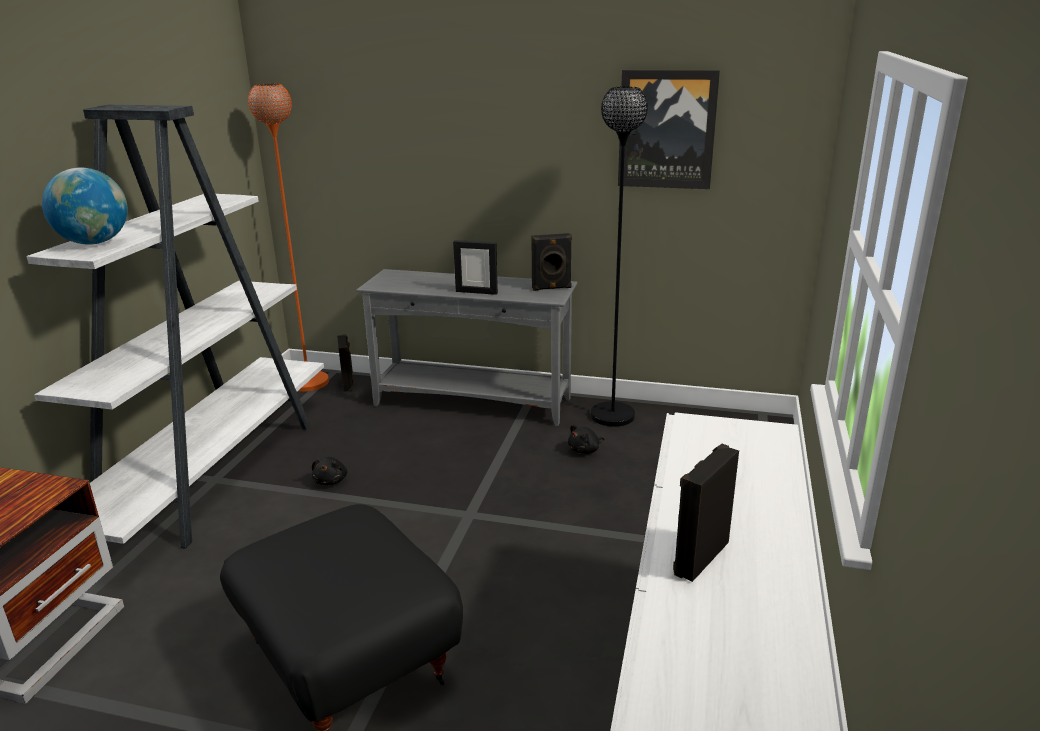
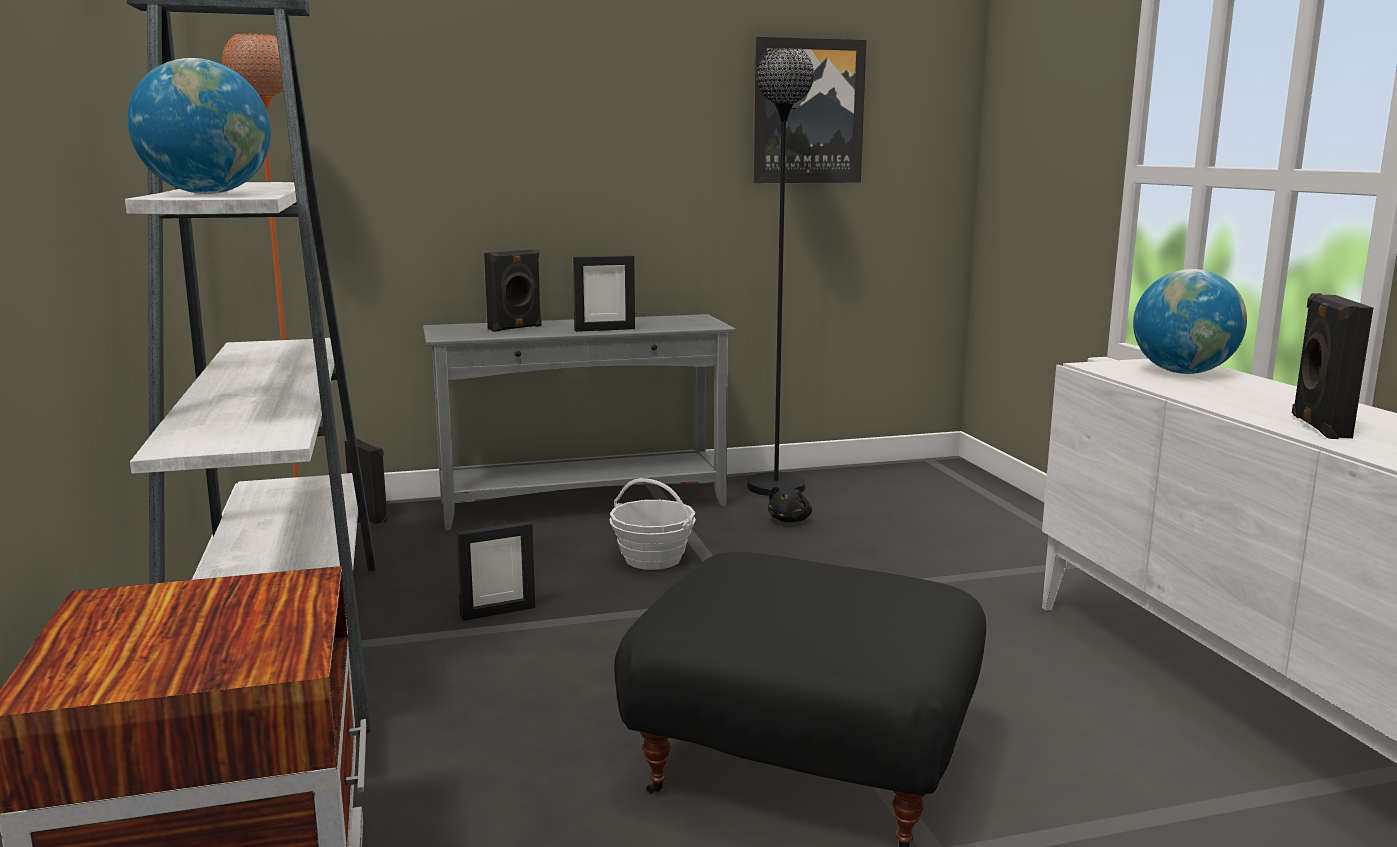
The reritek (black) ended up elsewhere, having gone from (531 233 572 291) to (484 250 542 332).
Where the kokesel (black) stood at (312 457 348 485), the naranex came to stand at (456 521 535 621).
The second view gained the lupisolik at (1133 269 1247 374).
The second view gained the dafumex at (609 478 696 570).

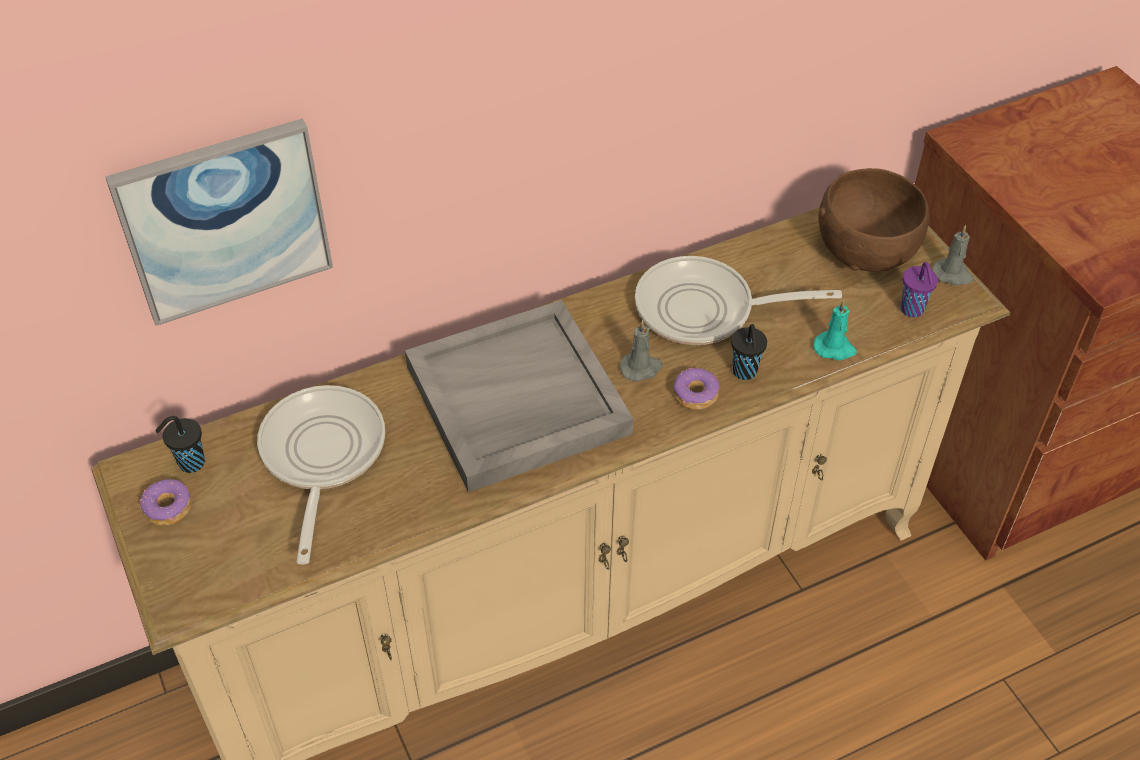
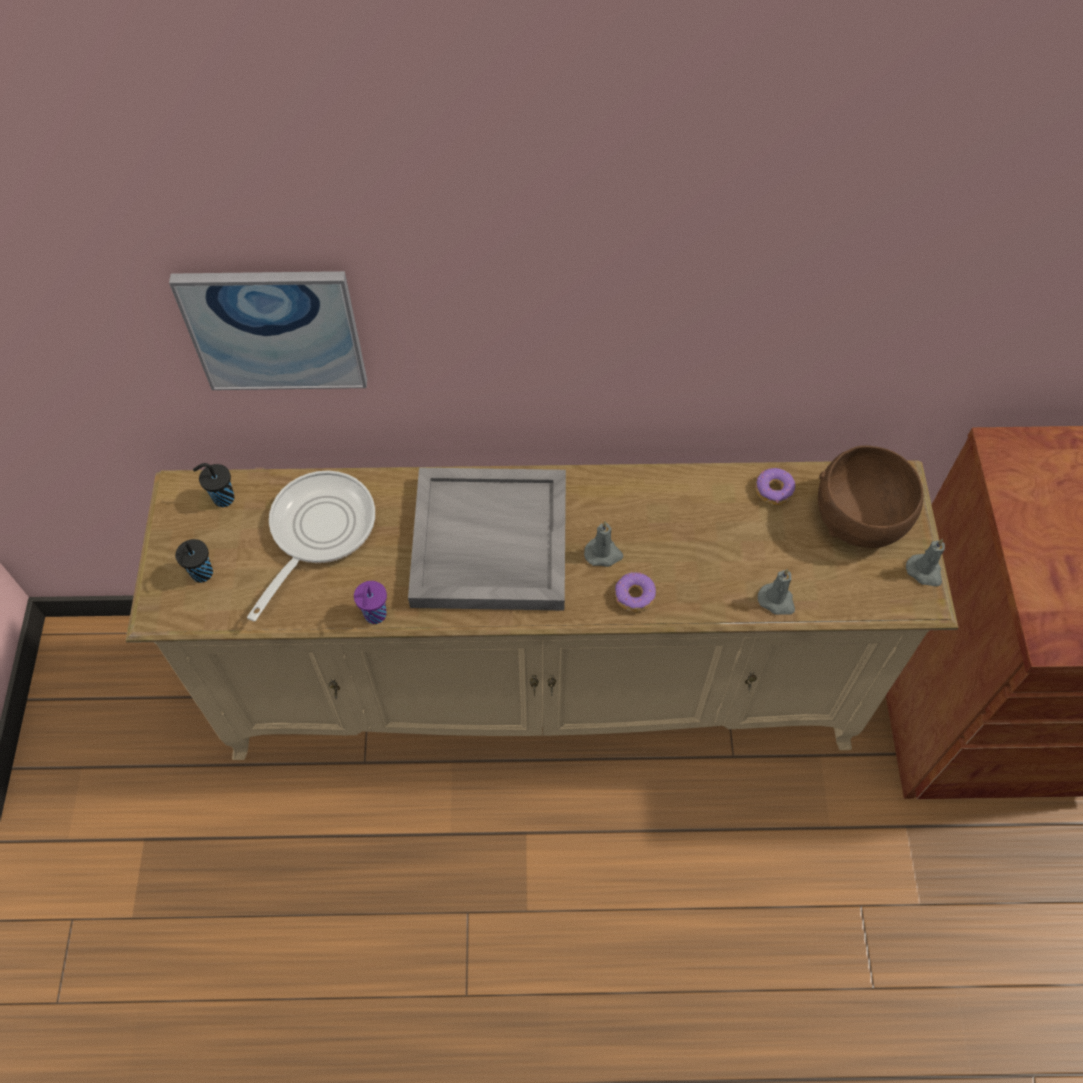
The second view lost the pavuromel at (635 256 842 345).
The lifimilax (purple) ended up elsewhere, having gone from (900 262 938 317) to (354 581 387 624).
What was the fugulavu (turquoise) at (813 300 857 360) turned into the fugulavu (grey) at (758 569 795 615).
The lifimilax (black) ended up elsewhere, having gone from (731 324 767 380) to (175 539 213 583).
The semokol ended up elsewhere, having gone from (140 479 192 525) to (756 468 795 505).

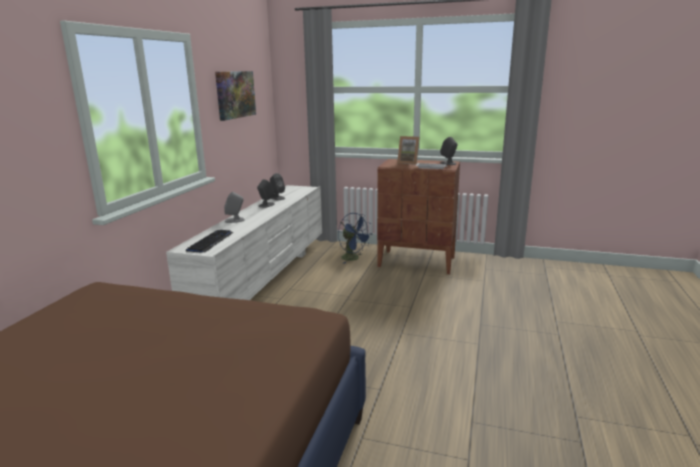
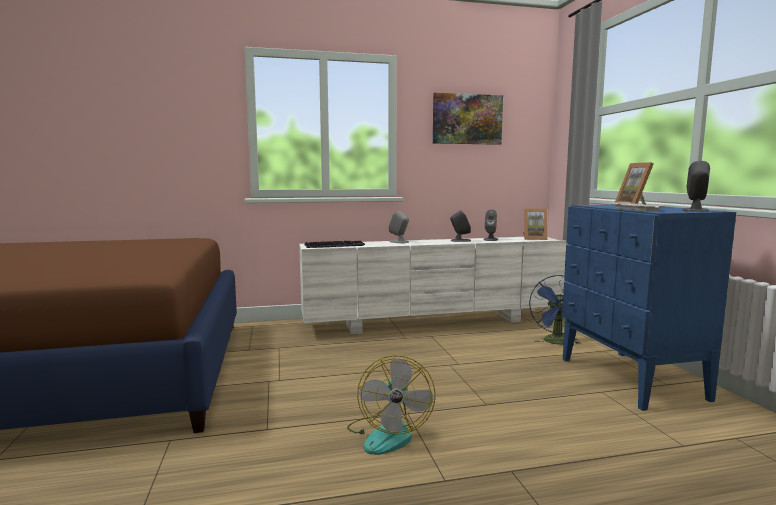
What was the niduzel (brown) at (377 159 460 275) turned into the niduzel (blue) at (562 205 736 411).
The second view gained the naranex at (523 209 548 240).
The second view gained the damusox at (347 355 435 455).

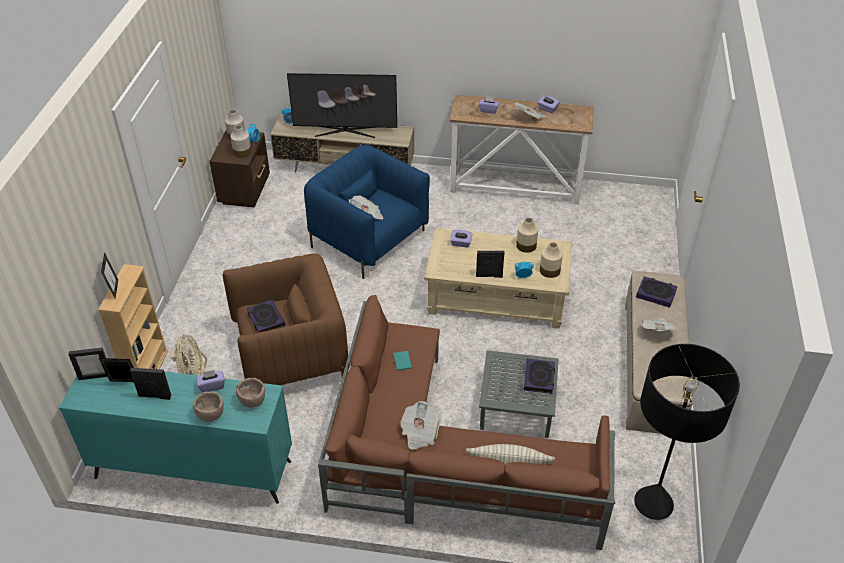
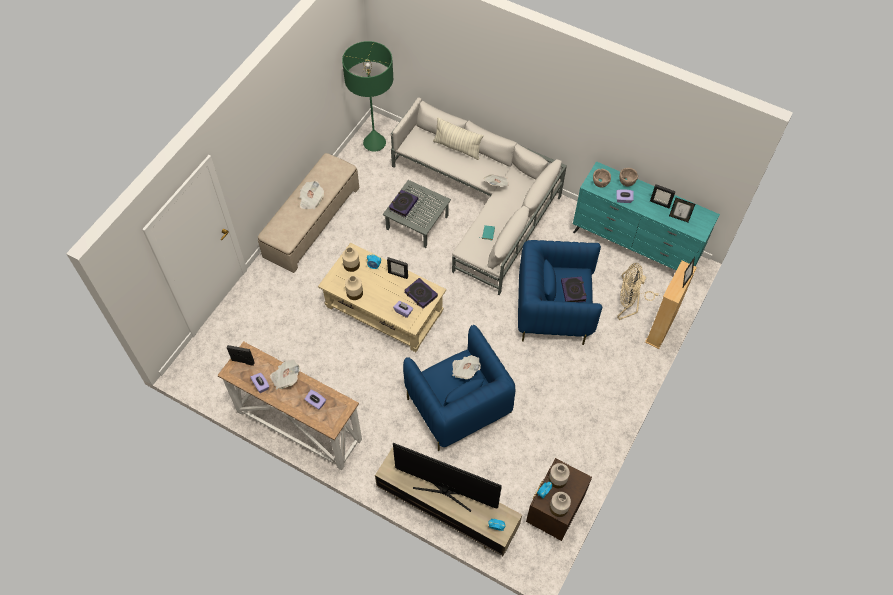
What was the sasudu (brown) at (223 253 348 385) turned into the sasudu (blue) at (518 240 603 345).
The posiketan ended up elsewhere, having gone from (636 276 678 308) to (404 278 438 309).
What was the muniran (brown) at (318 295 615 550) turned into the muniran (white) at (383 97 567 295).
What was the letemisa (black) at (634 344 740 520) turned into the letemisa (green) at (342 41 393 152).
The naranex ended up elsewhere, having gone from (68 348 108 380) to (227 345 255 366).

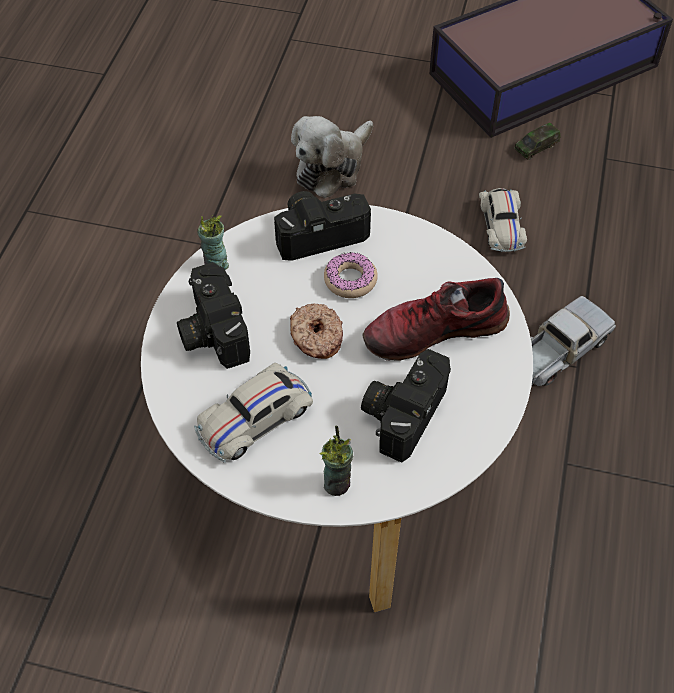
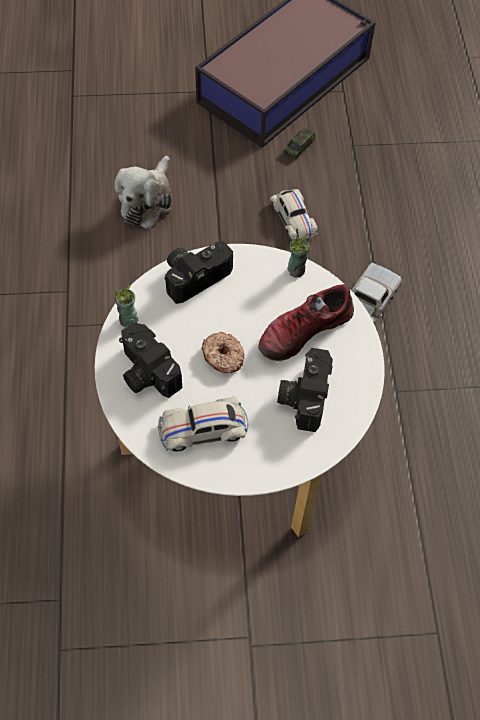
The second view lost the semokol at (324 252 378 298).
The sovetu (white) at (194 363 313 463) ended up facing another way, 45 degrees clockwise from before.
The lifimilax ended up elsewhere, having gone from (320 425 353 496) to (287 229 310 278).

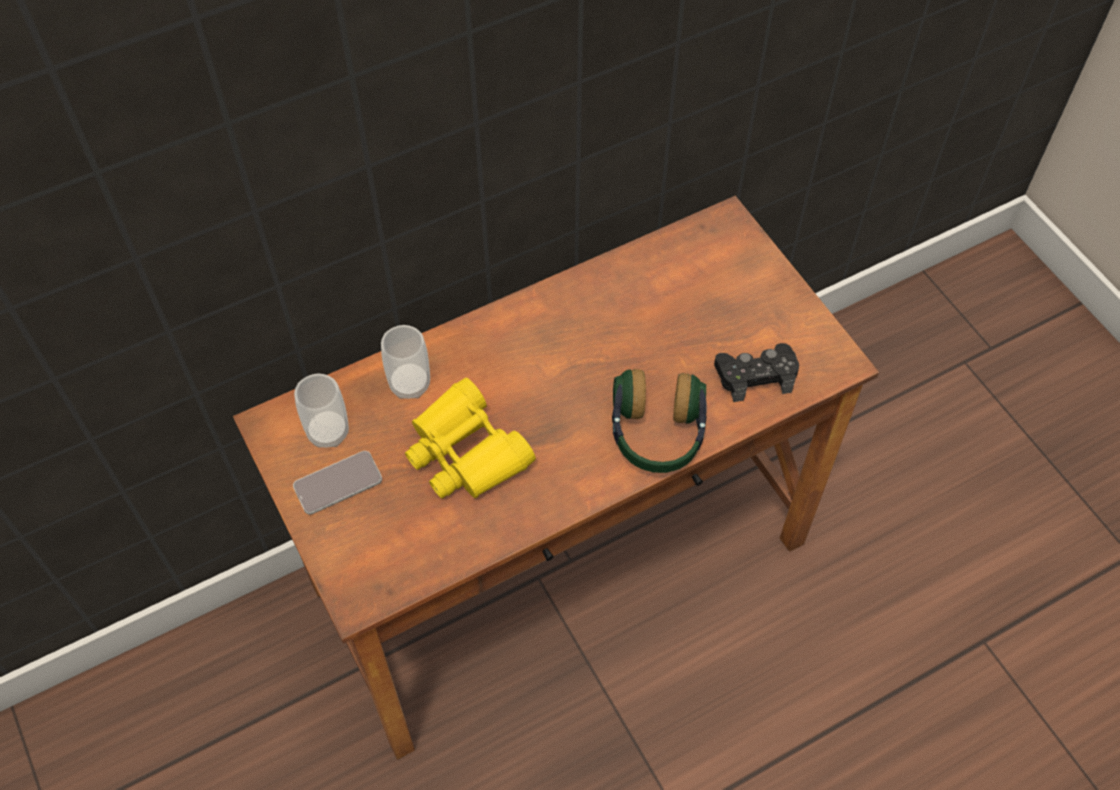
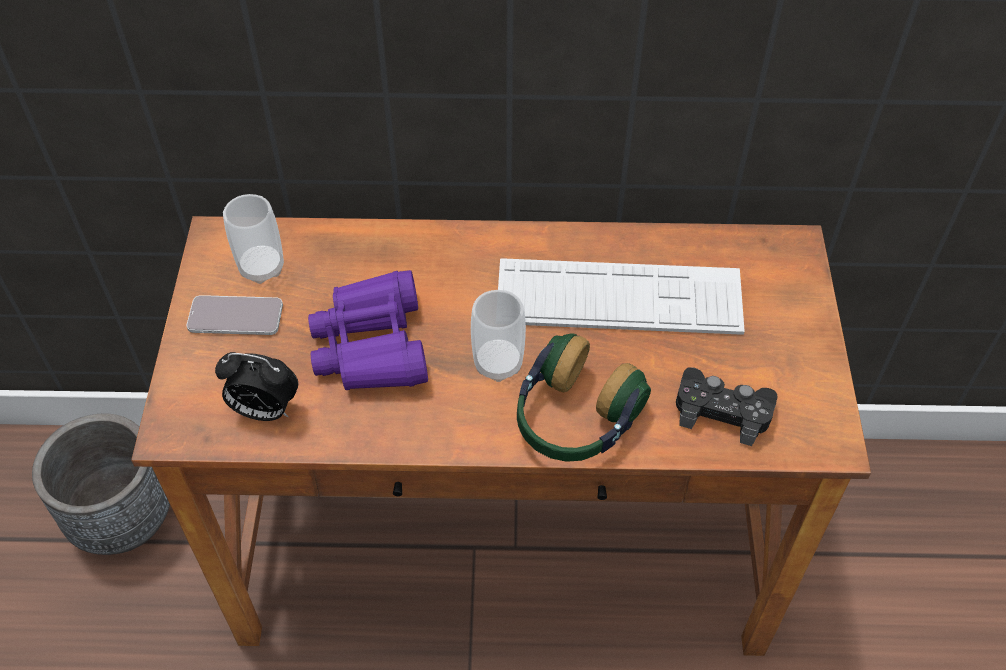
The lifimilax ended up elsewhere, having gone from (381 325 430 399) to (471 290 526 382).
What was the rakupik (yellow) at (405 378 536 499) turned into the rakupik (purple) at (308 270 428 390).
The second view gained the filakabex at (498 258 745 335).
The second view gained the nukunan at (215 352 298 421).
The second view gained the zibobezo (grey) at (32 414 170 555).

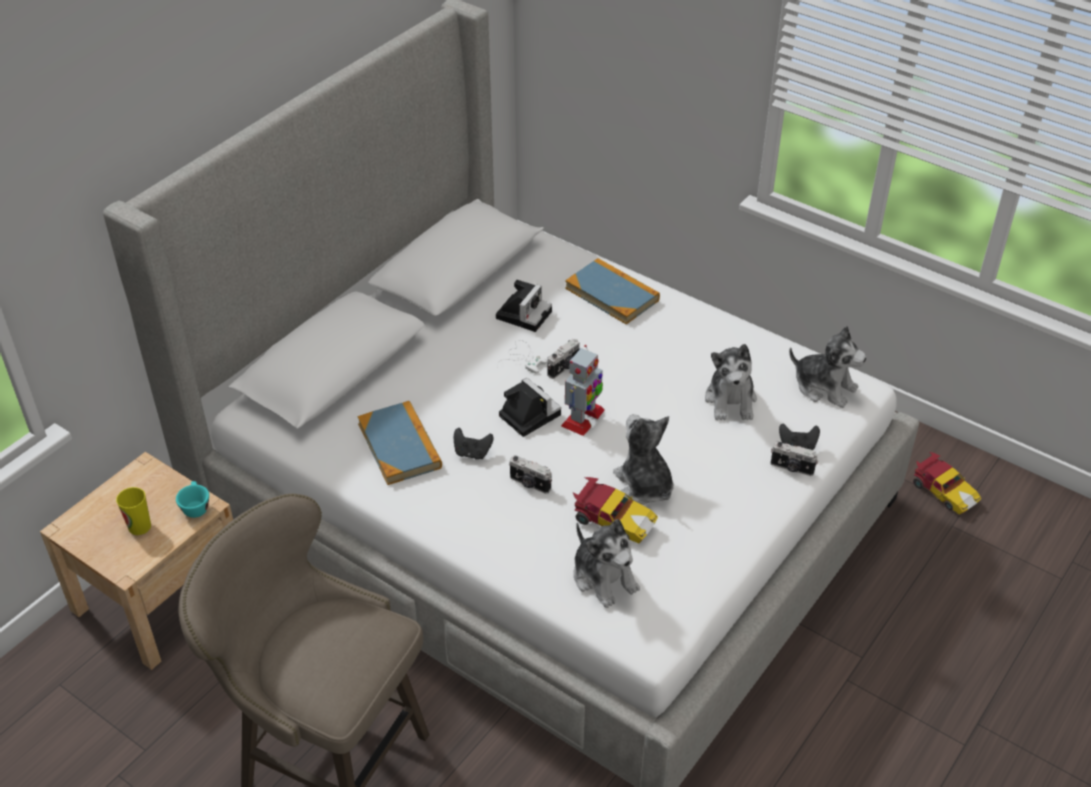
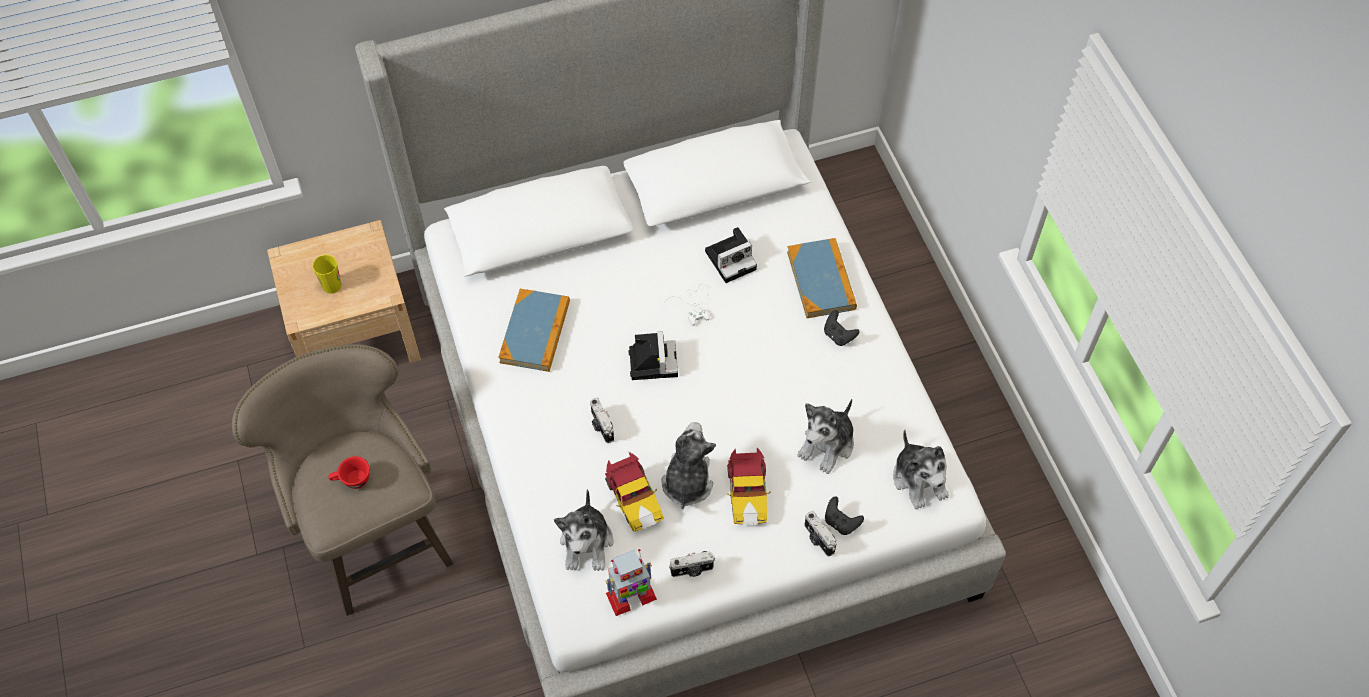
The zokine ended up elsewhere, having gone from (547 339 580 379) to (669 551 715 577).
The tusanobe ended up elsewhere, having gone from (561 345 605 436) to (606 549 657 616).
The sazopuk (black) ended up elsewhere, having gone from (454 428 494 460) to (824 310 859 346).
The sovetu ended up elsewhere, having gone from (913 452 982 515) to (727 448 771 524).
The second view lost the lifimilax (turquoise) at (176 481 209 518).
The second view gained the lifimilax (red) at (329 456 370 489).

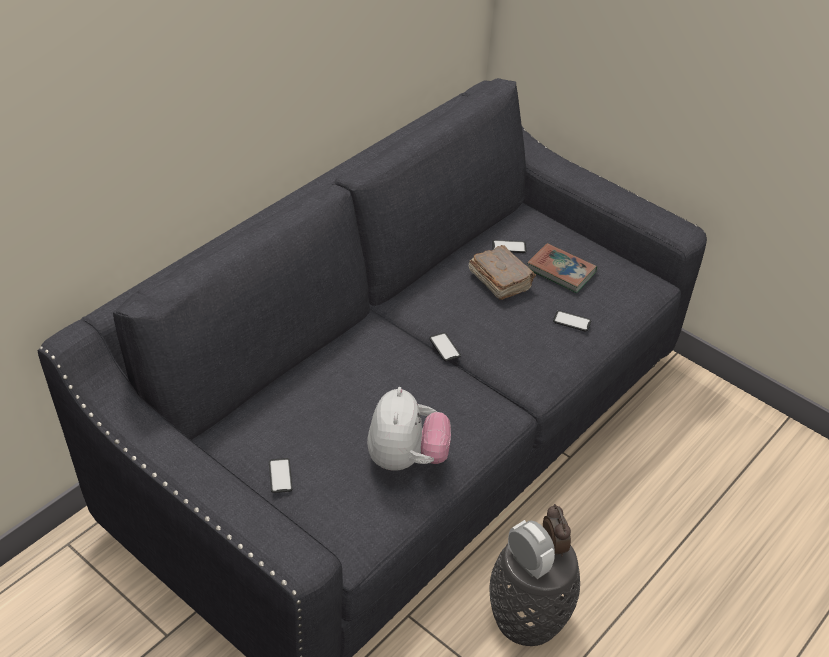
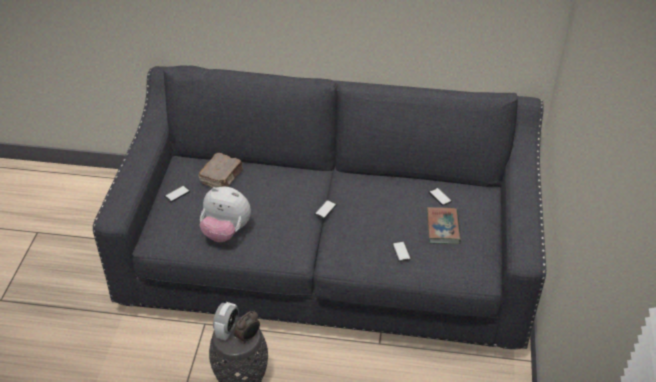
The posiketan (brown) ended up elsewhere, having gone from (469 245 536 300) to (198 153 243 188).
The kokesel at (367 387 451 471) ended up facing another way, 45 degrees clockwise from before.

